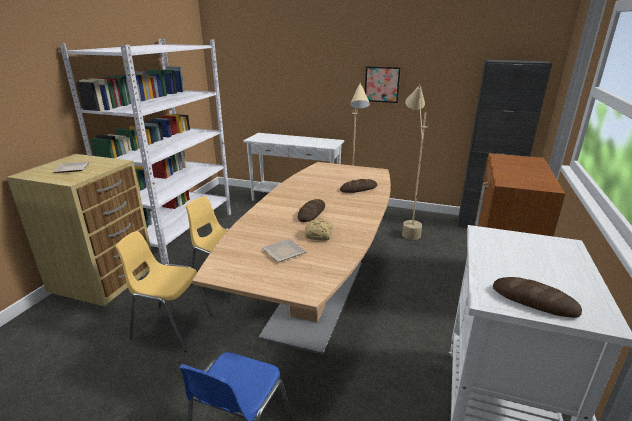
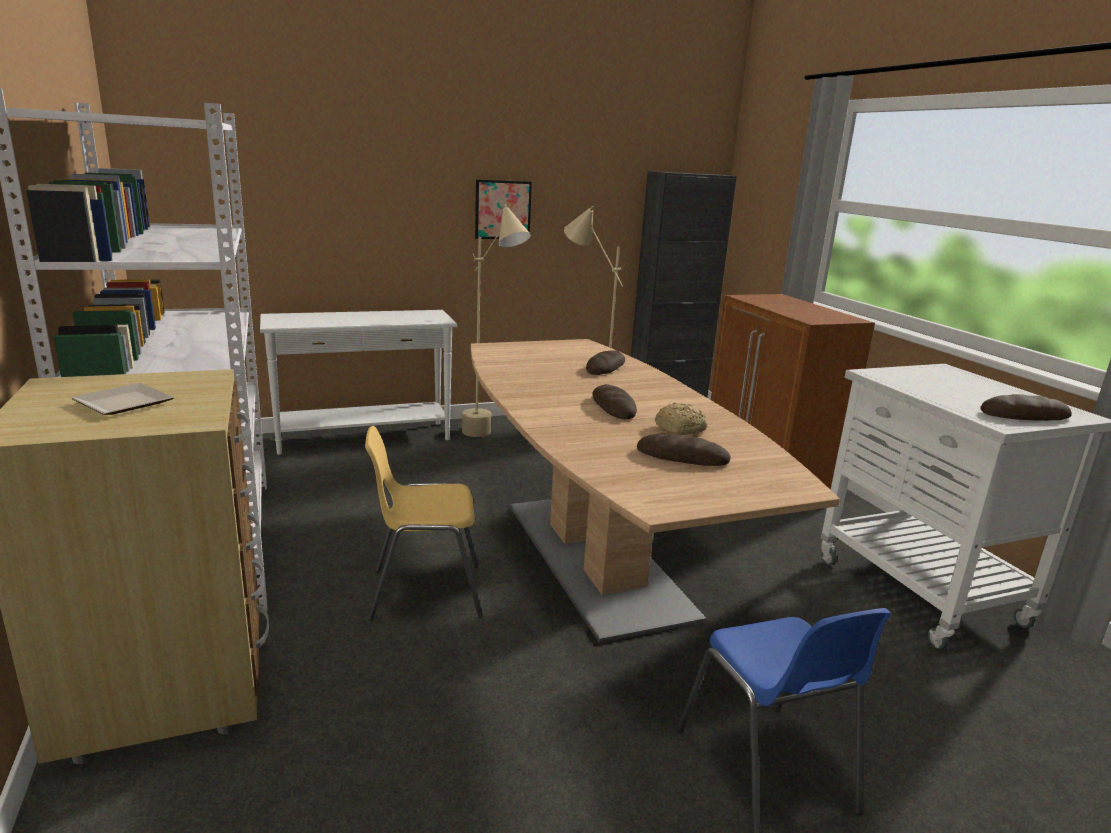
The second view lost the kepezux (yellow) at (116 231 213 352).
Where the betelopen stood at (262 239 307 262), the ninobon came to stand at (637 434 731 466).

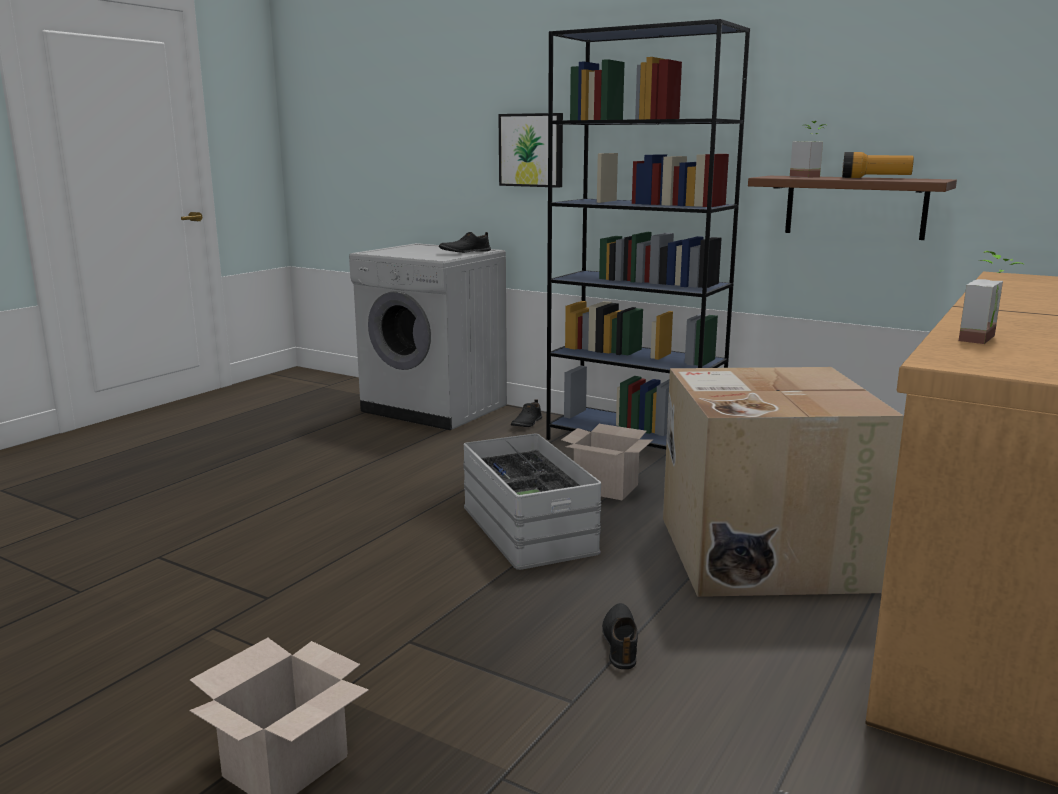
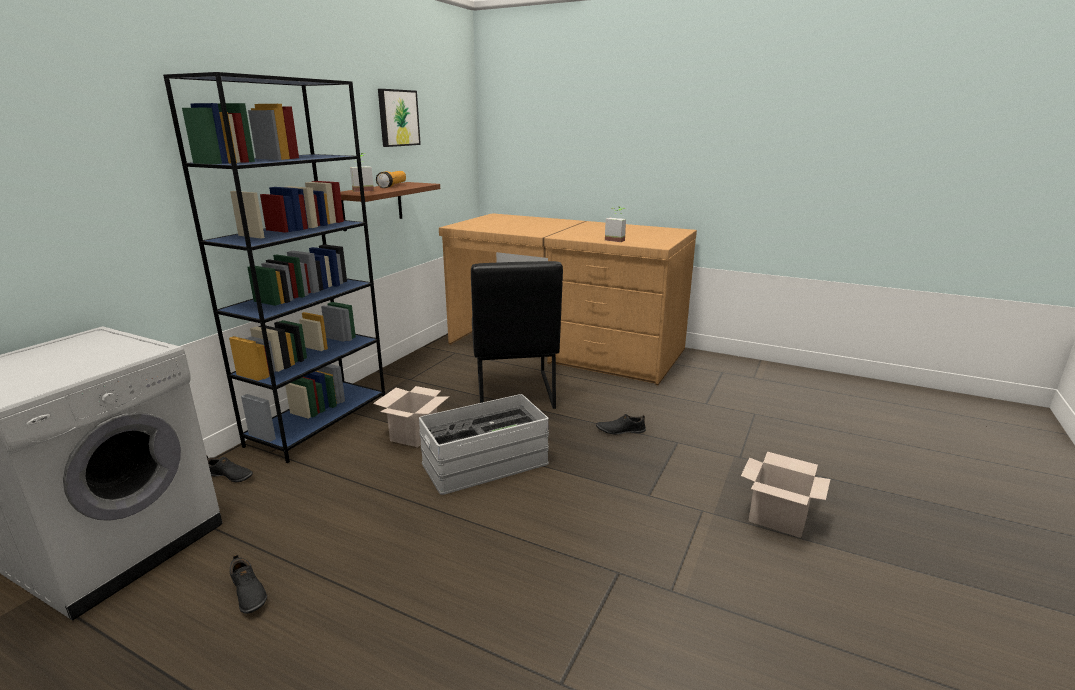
The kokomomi ended up elsewhere, having gone from (498 113 563 188) to (378 89 421 147).
The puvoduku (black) ended up elsewhere, having gone from (439 232 491 253) to (230 554 267 614).
Where the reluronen stood at (663 367 904 597), the kepezux (black) came to stand at (471 261 563 409).

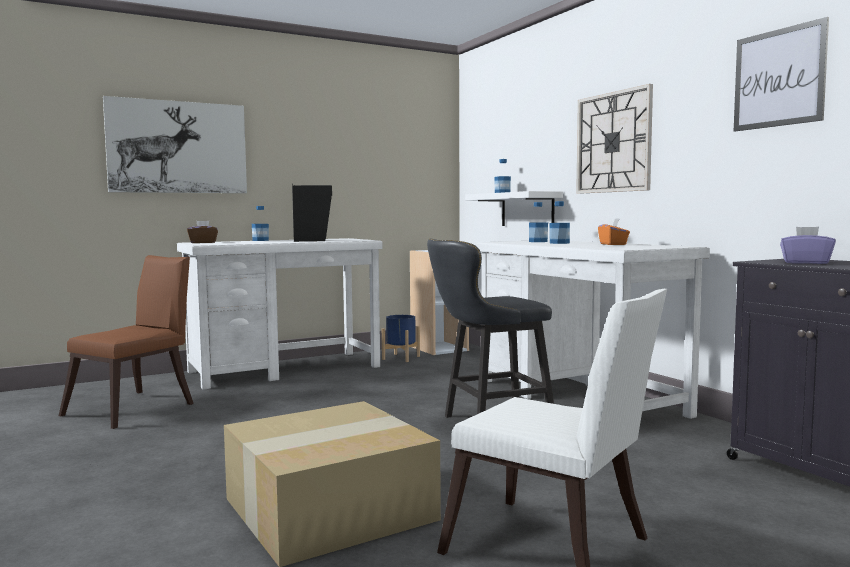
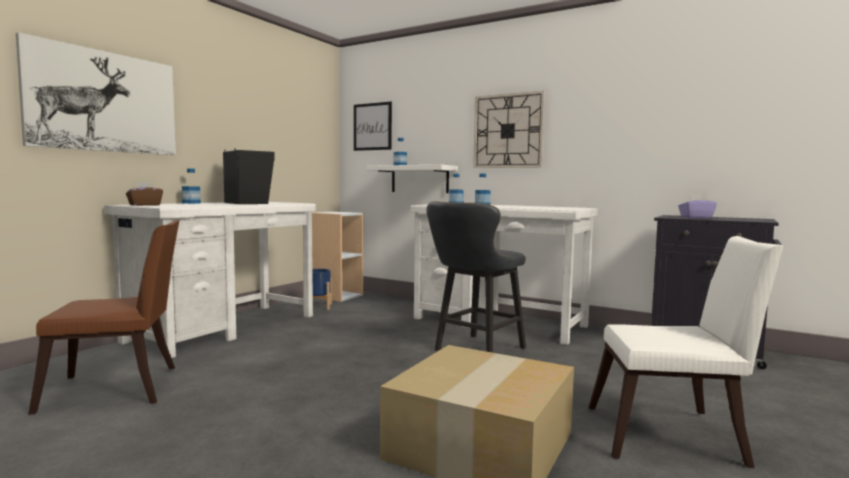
The kokomomi ended up elsewhere, having gone from (734 17 829 131) to (354 102 392 151).
The second view lost the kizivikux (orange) at (598 218 630 245).
The kepezux (brown) at (59 255 194 429) ended up facing another way, 75 degrees clockwise from before.

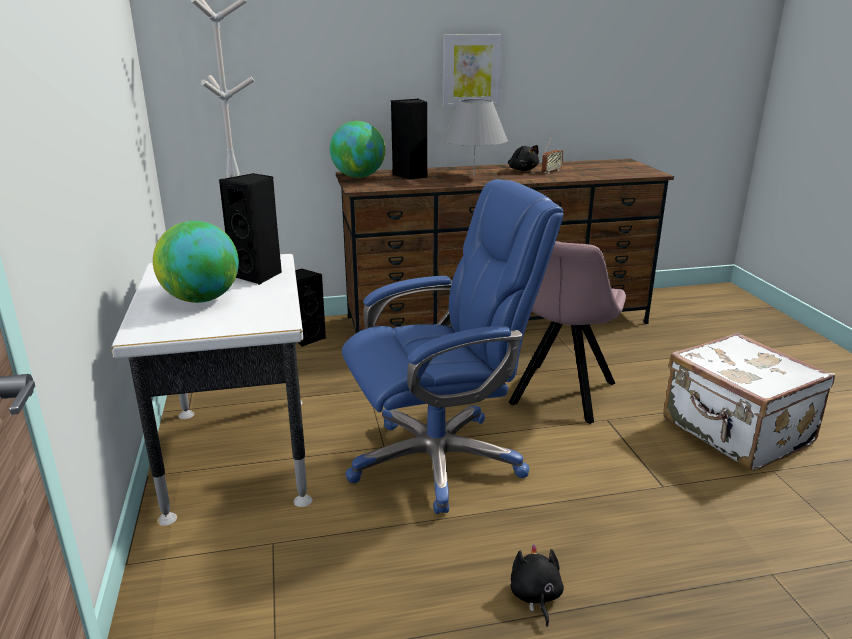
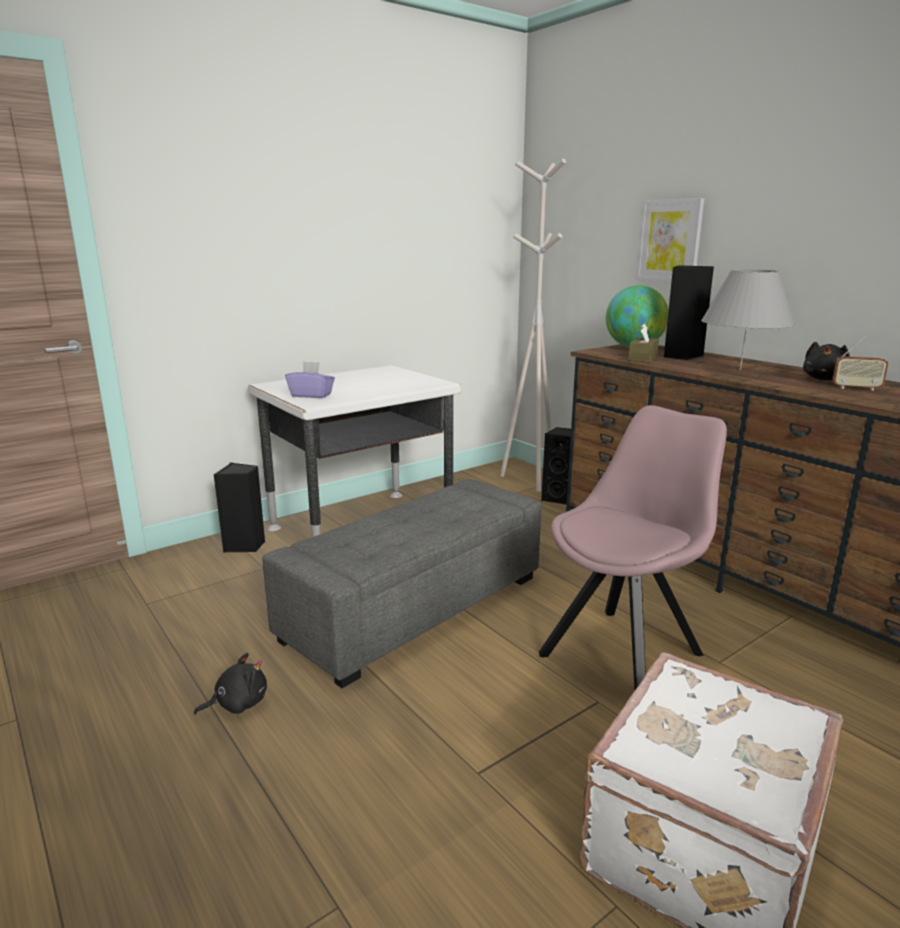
The kokomomi ended up elsewhere, having gone from (443 34 503 107) to (636 198 704 282).
The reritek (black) ended up elsewhere, having gone from (219 173 282 285) to (214 462 265 553).
Where the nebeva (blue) stood at (342 179 564 514), the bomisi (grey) came to stand at (263 479 541 688).
The second view lost the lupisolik at (153 221 239 303).
The kepezux (pink) at (509 241 626 424) ended up facing another way, 135 degrees clockwise from before.
The second view gained the kizivikux (brown) at (628 323 659 363).
The second view gained the kizivikux (purple) at (285 361 335 398).

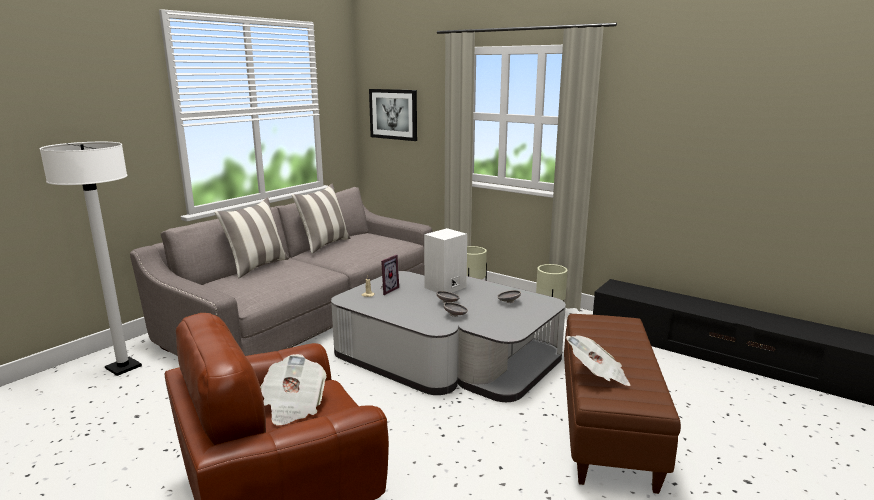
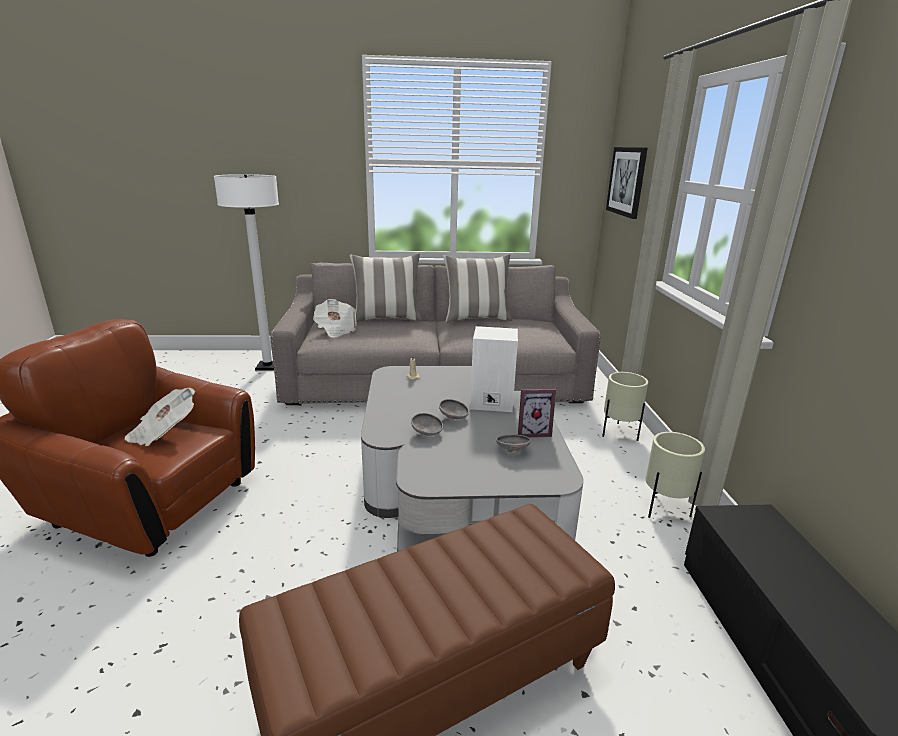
The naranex ended up elsewhere, having gone from (381 255 399 295) to (518 389 556 438).
The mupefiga ended up elsewhere, having gone from (566 335 631 386) to (313 299 357 338).

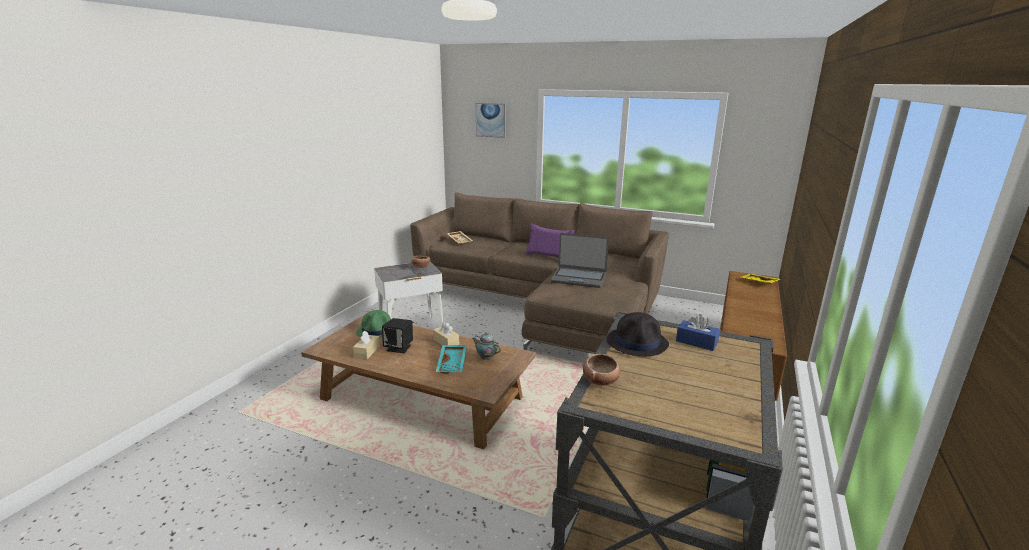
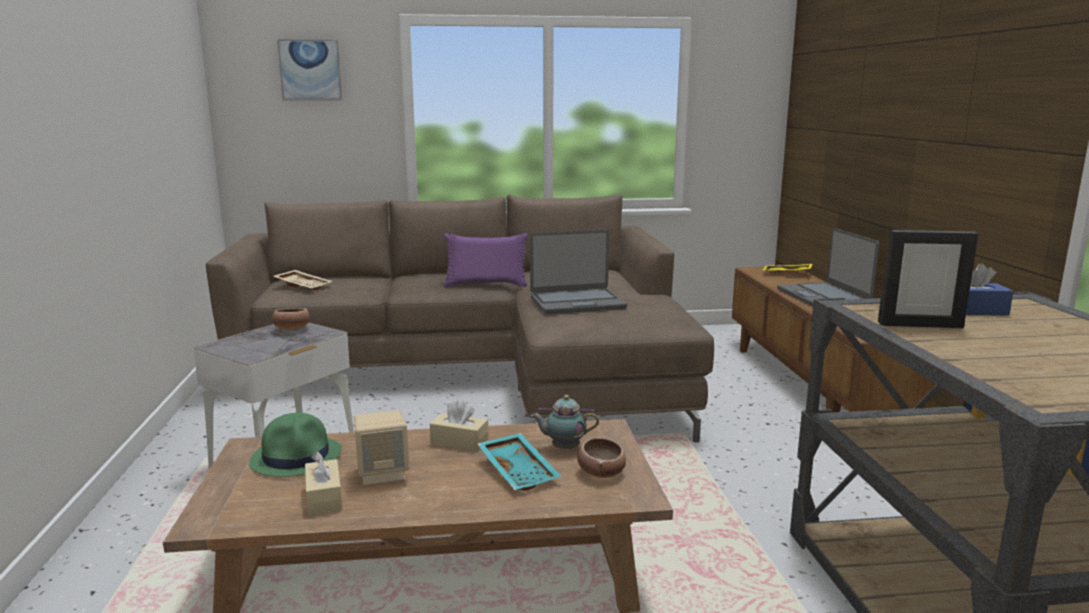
Where the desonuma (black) stood at (607 312 669 356), the naranex came to stand at (878 230 979 328).
What was the reritek (black) at (382 318 413 353) turned into the reritek (beige) at (354 410 409 486).
The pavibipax ended up elsewhere, having gone from (583 354 620 386) to (577 438 626 478).
The second view gained the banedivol at (777 228 879 307).

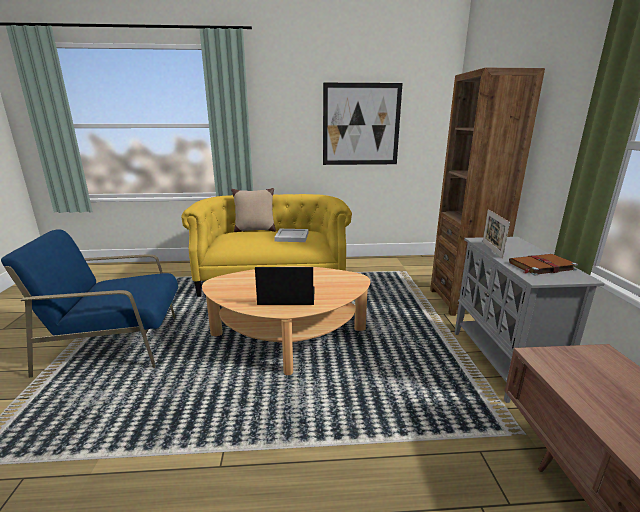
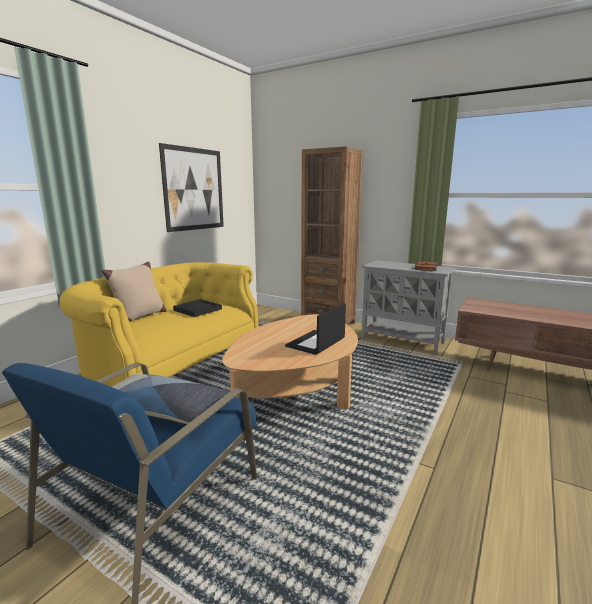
The second view lost the naranex at (483 209 510 259).
What was the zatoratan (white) at (274 229 308 242) turned into the zatoratan (black) at (173 299 222 317).
The second view gained the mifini at (112 374 230 424).

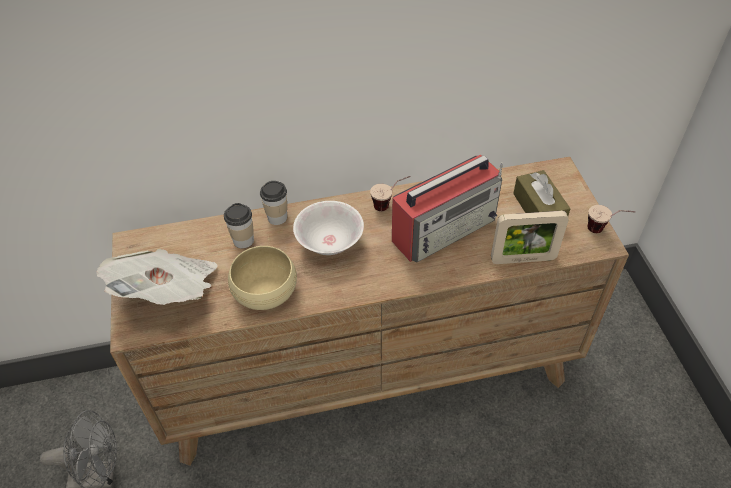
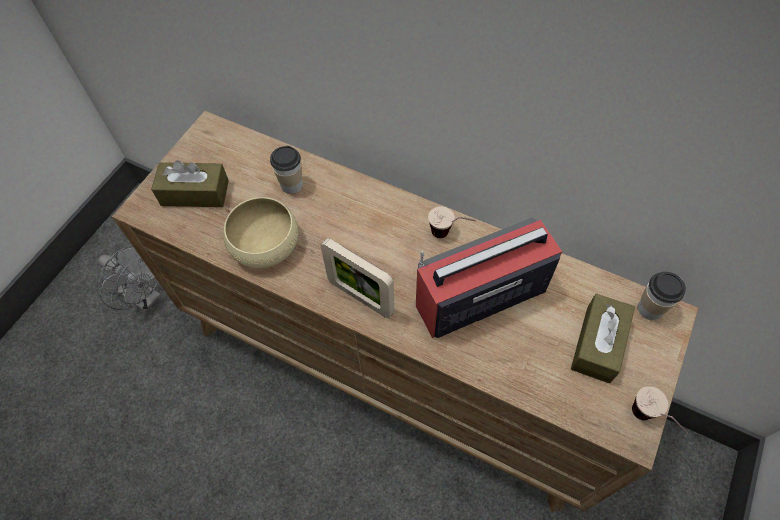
The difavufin at (392 155 503 262) ended up facing another way, 150 degrees clockwise from before.
The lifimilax ended up elsewhere, having gone from (260 181 287 225) to (638 272 686 320).
The second view lost the pavibipax (white) at (293 201 364 255).
The naranex ended up elsewhere, having gone from (491 211 569 264) to (321 238 394 319).
Where the mupefiga stood at (96 249 218 305), the kizivikux (brown) came to stand at (151 160 229 207).

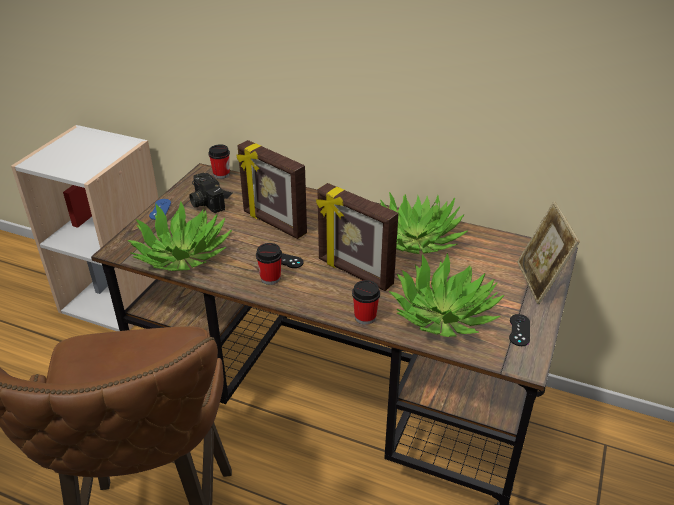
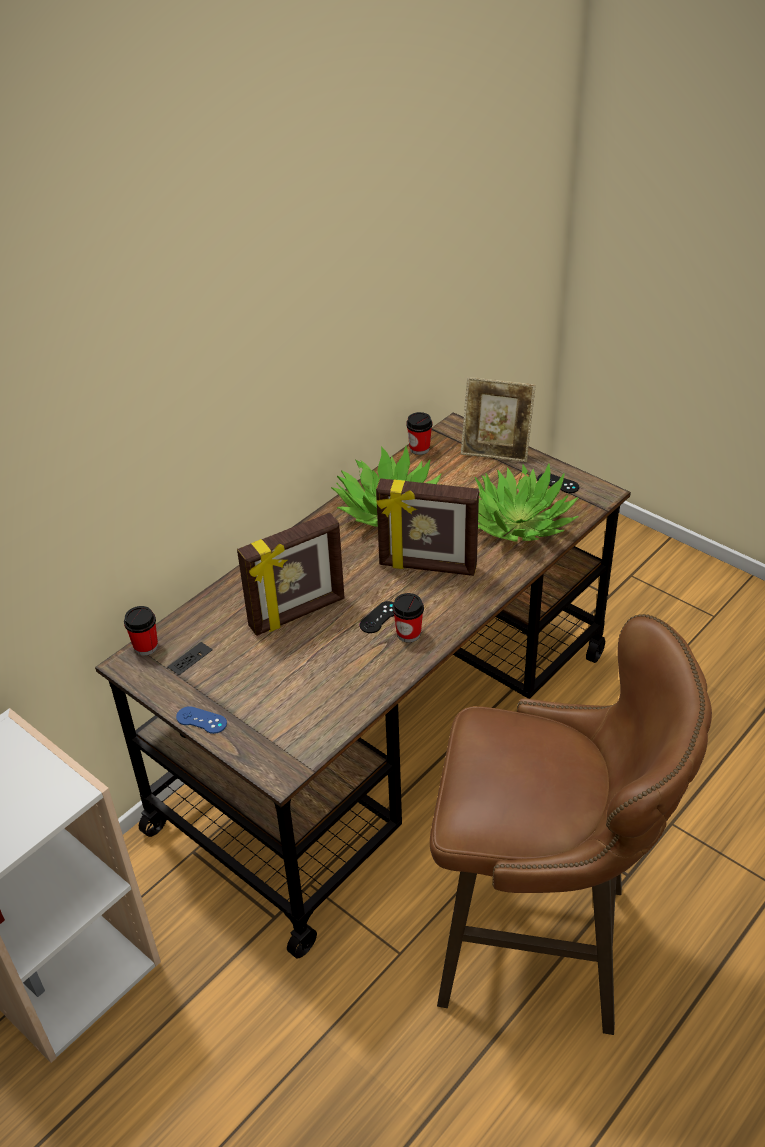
The second view lost the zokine at (189 173 225 213).
The naranex at (316 183 398 291) ended up facing another way, 45 degrees clockwise from before.
The second view lost the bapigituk at (127 201 232 271).
The lifimilax ended up elsewhere, having gone from (352 280 380 325) to (406 412 432 455).

